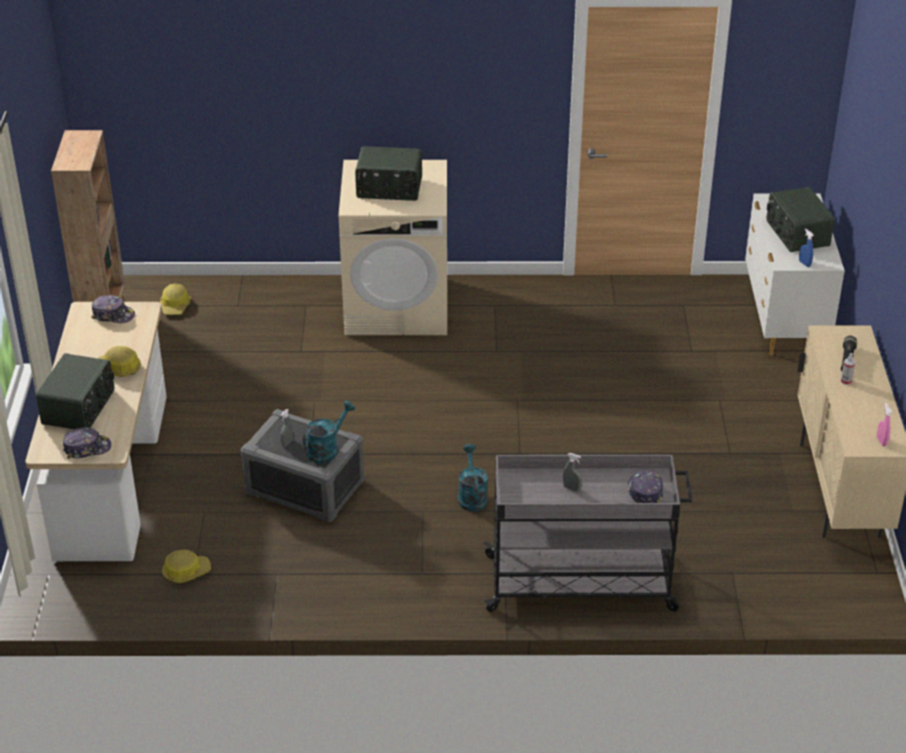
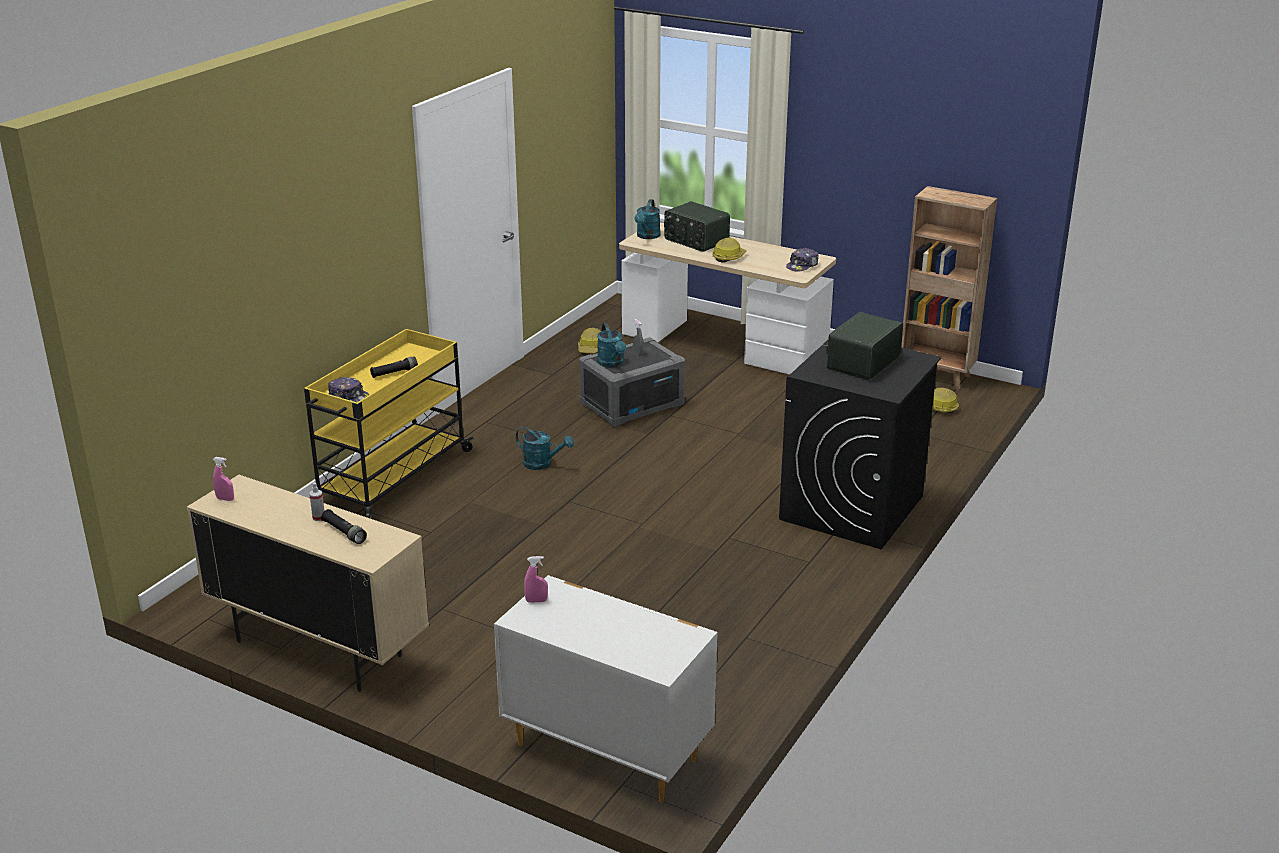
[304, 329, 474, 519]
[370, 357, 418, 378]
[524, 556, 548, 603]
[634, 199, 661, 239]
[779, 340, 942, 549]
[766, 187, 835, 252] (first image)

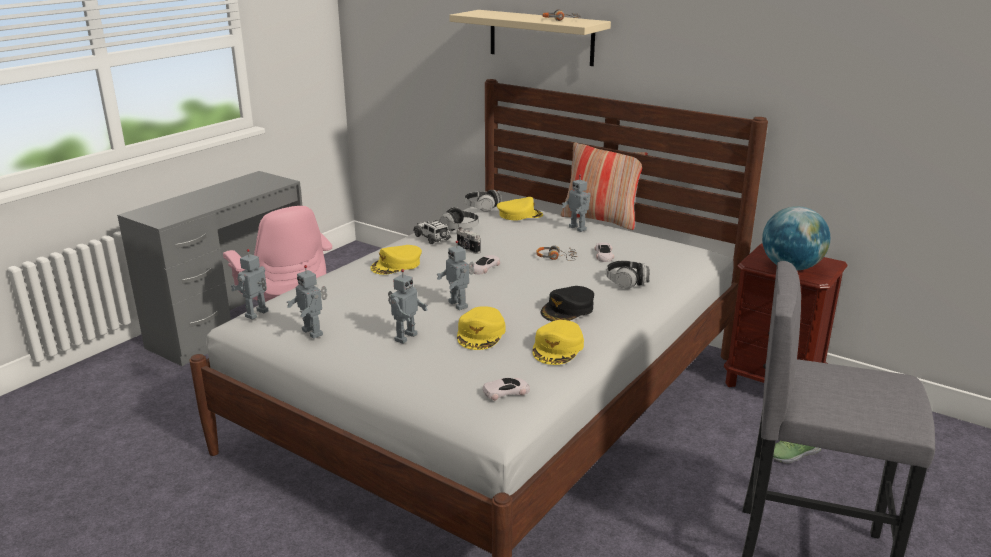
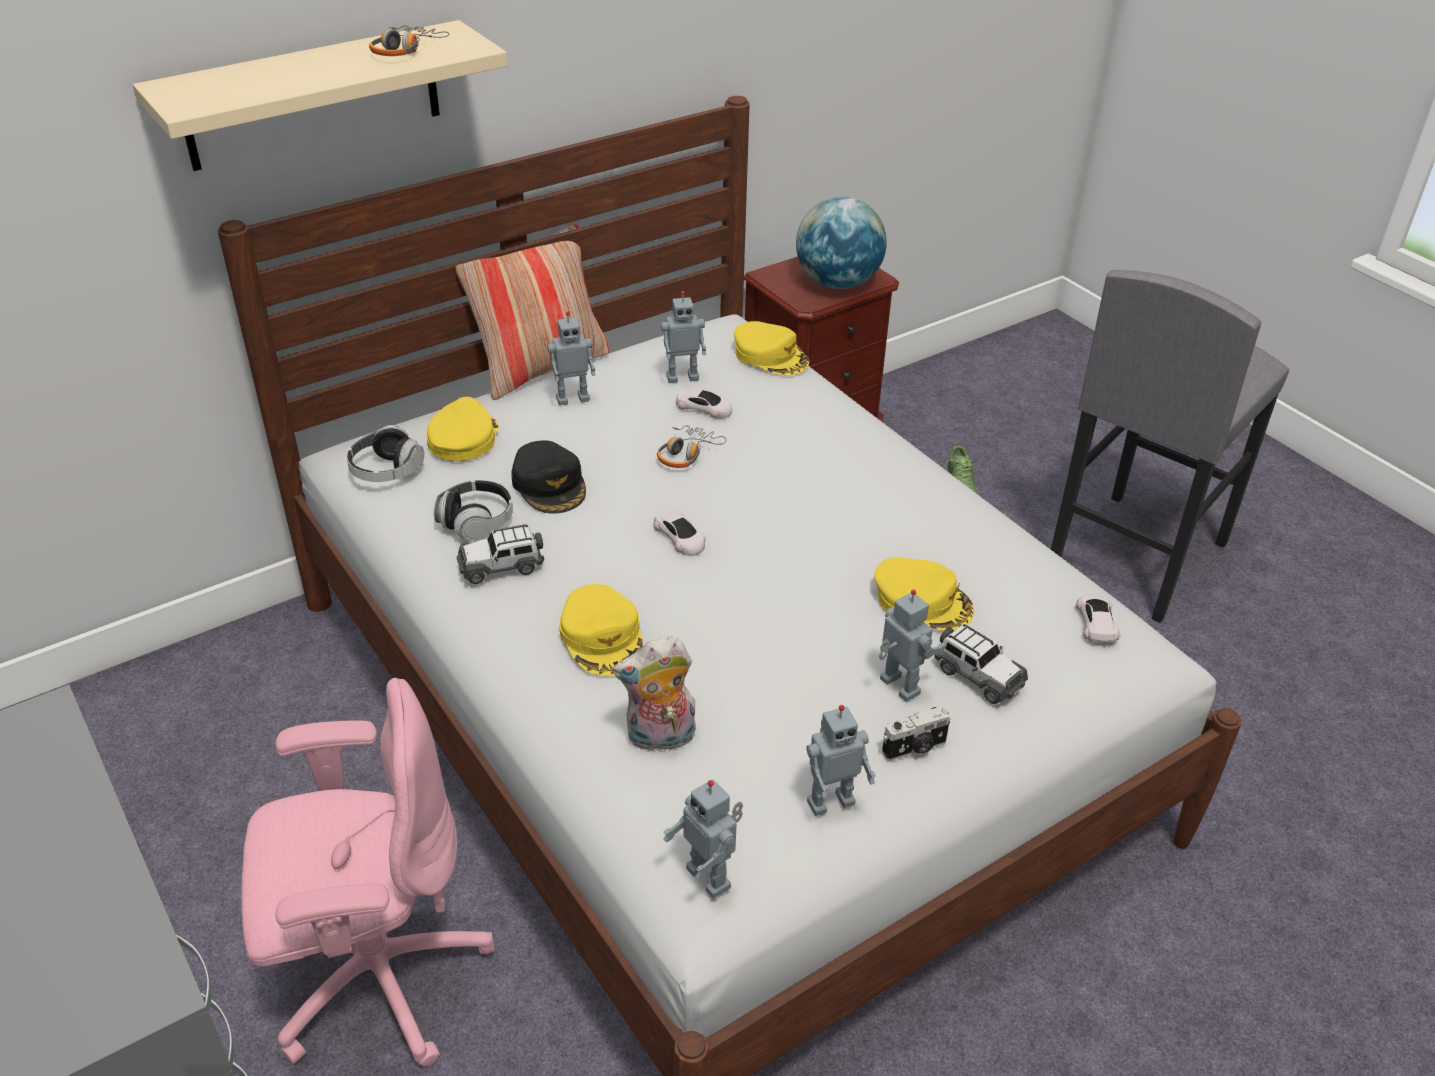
[511, 440, 586, 514]
[613, 636, 696, 751]
[661, 291, 706, 383]
[734, 321, 809, 376]
[882, 706, 951, 761]
[934, 623, 1028, 704]
[606, 261, 650, 289] (first image)

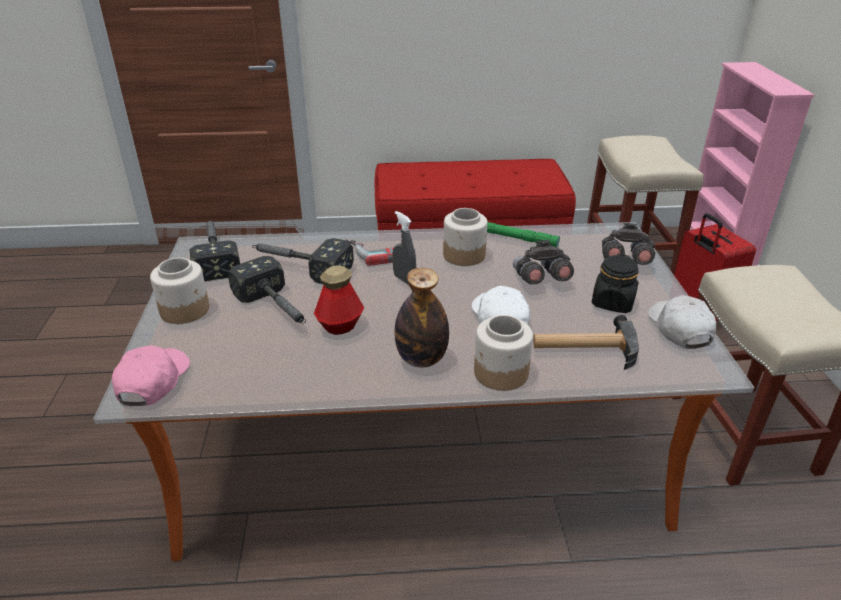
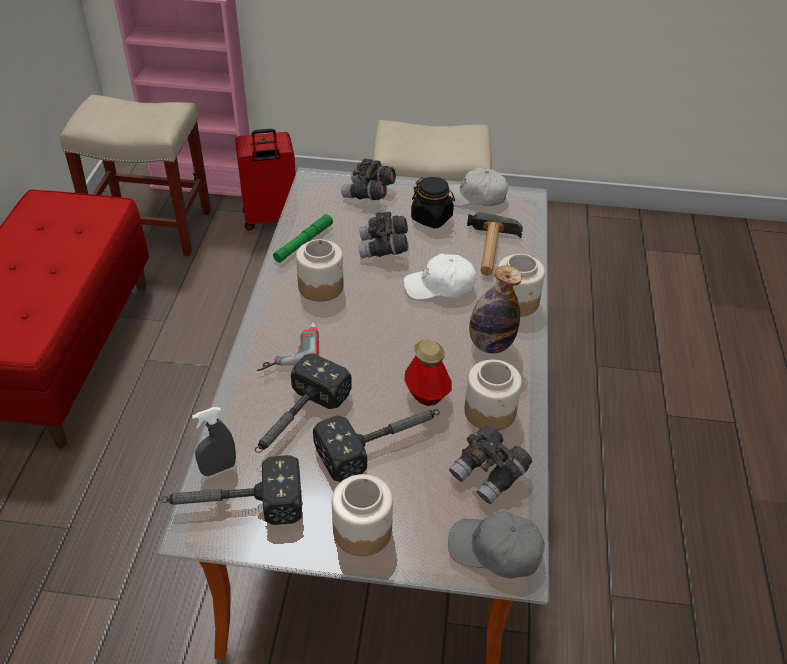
[192, 407, 236, 476]
[448, 511, 545, 578]
[449, 425, 532, 504]
[464, 360, 522, 431]

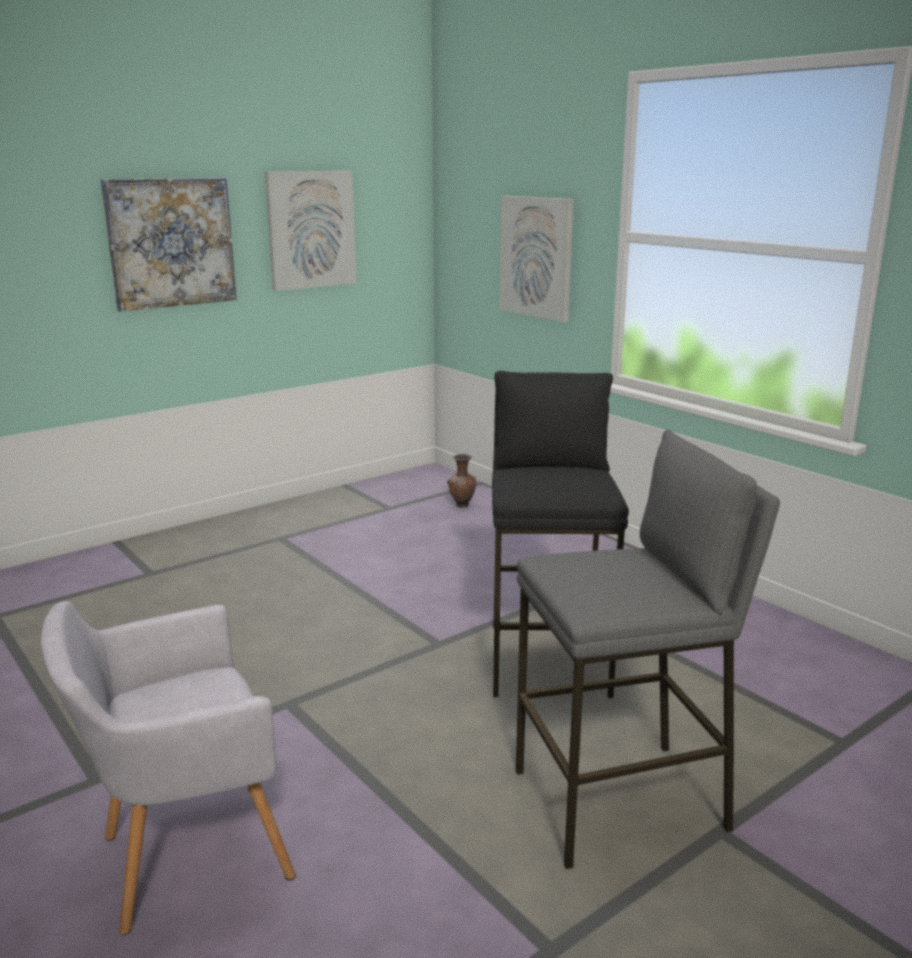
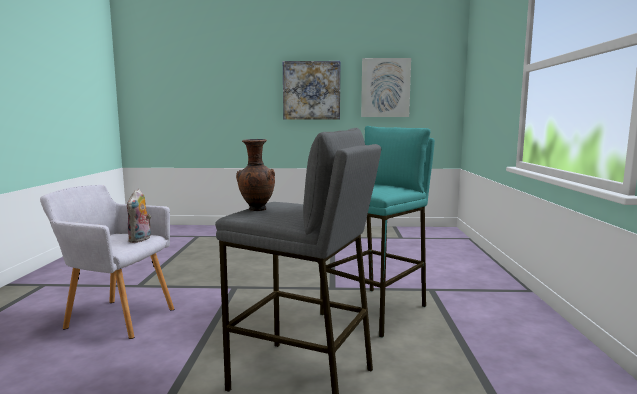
[127, 189, 151, 243]
[236, 139, 275, 211]
[320, 126, 435, 338]
[500, 196, 574, 322] (first image)

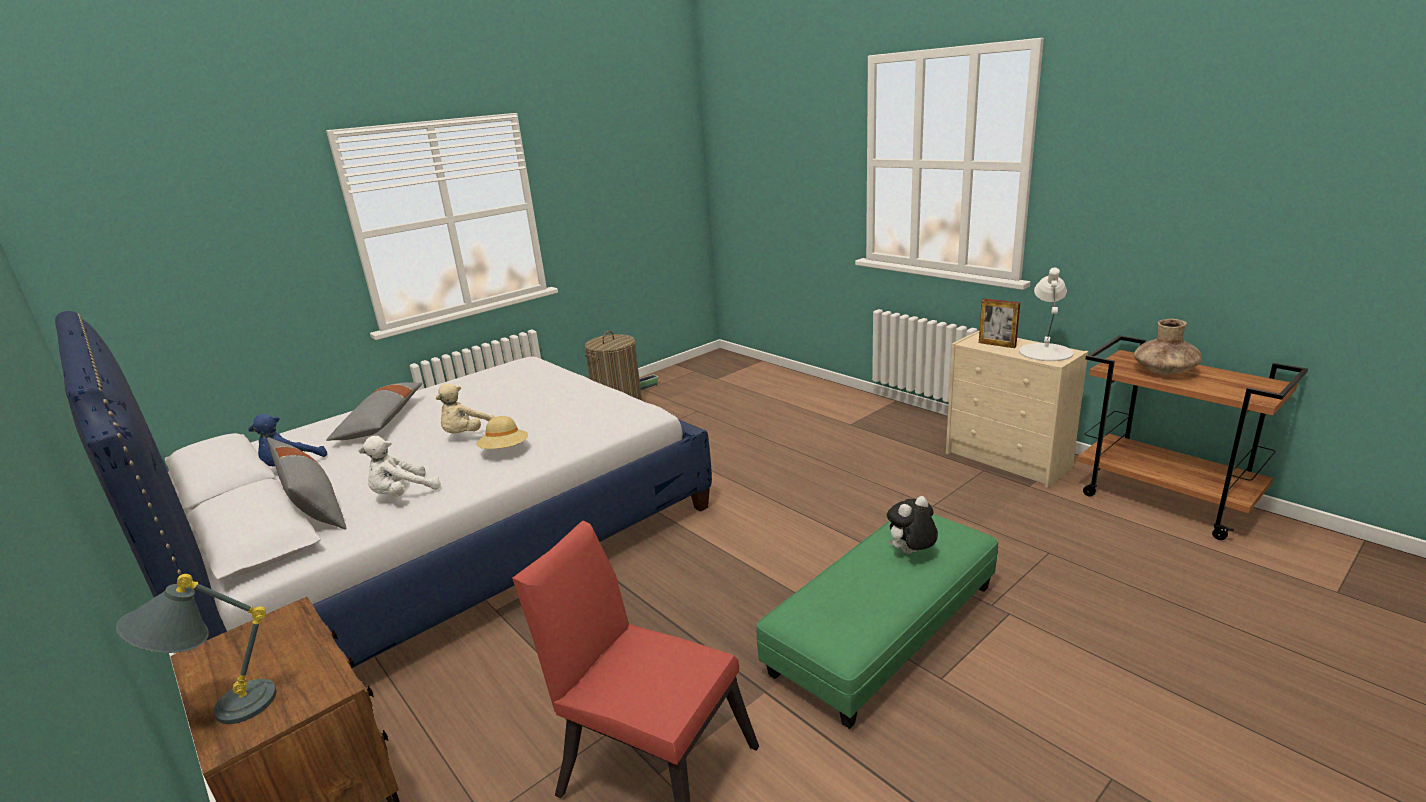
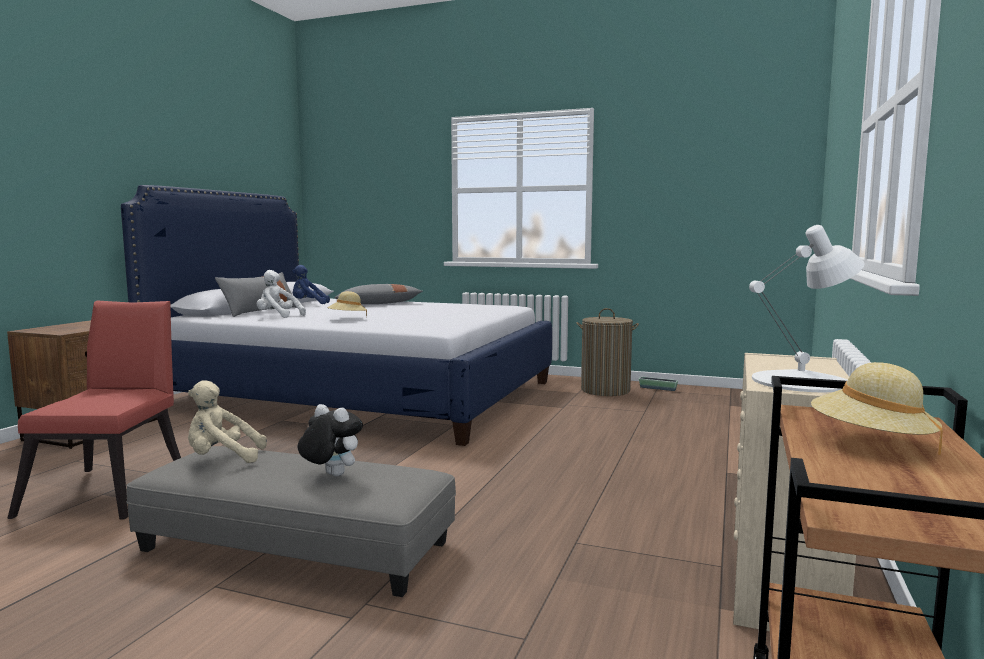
[127, 446, 456, 597]
[188, 380, 267, 463]
[811, 362, 943, 455]
[116, 574, 277, 724] (first image)
[979, 298, 1020, 348] (first image)

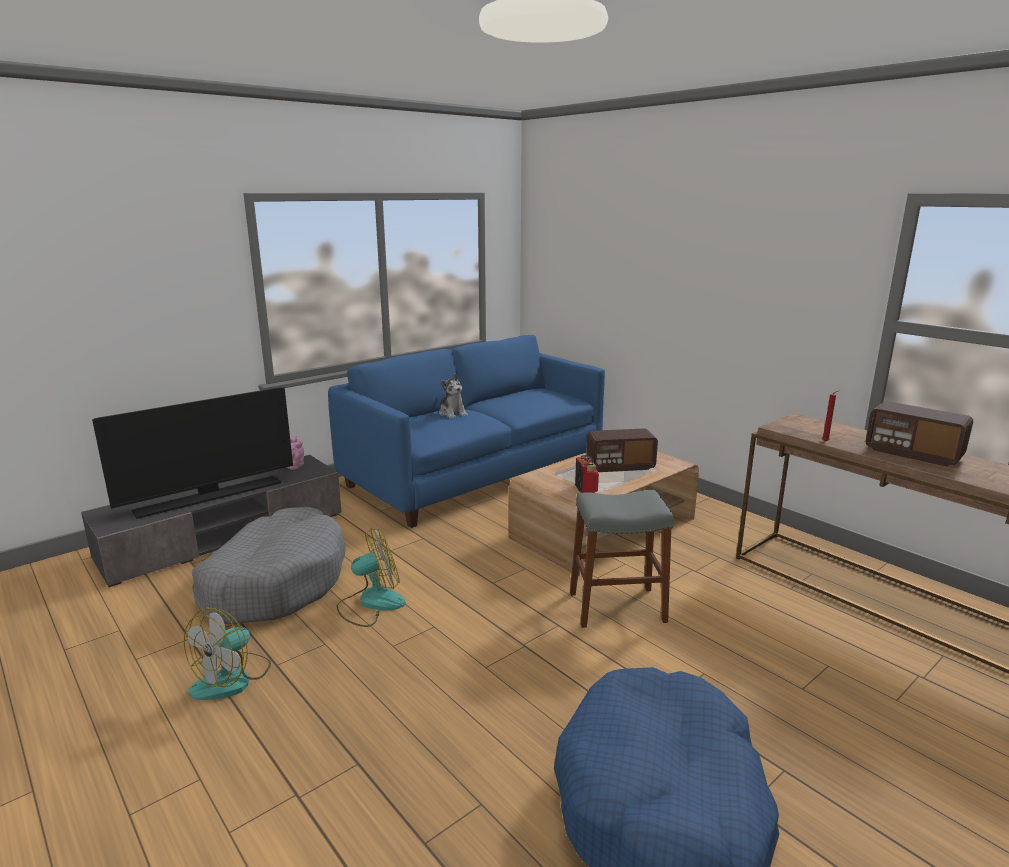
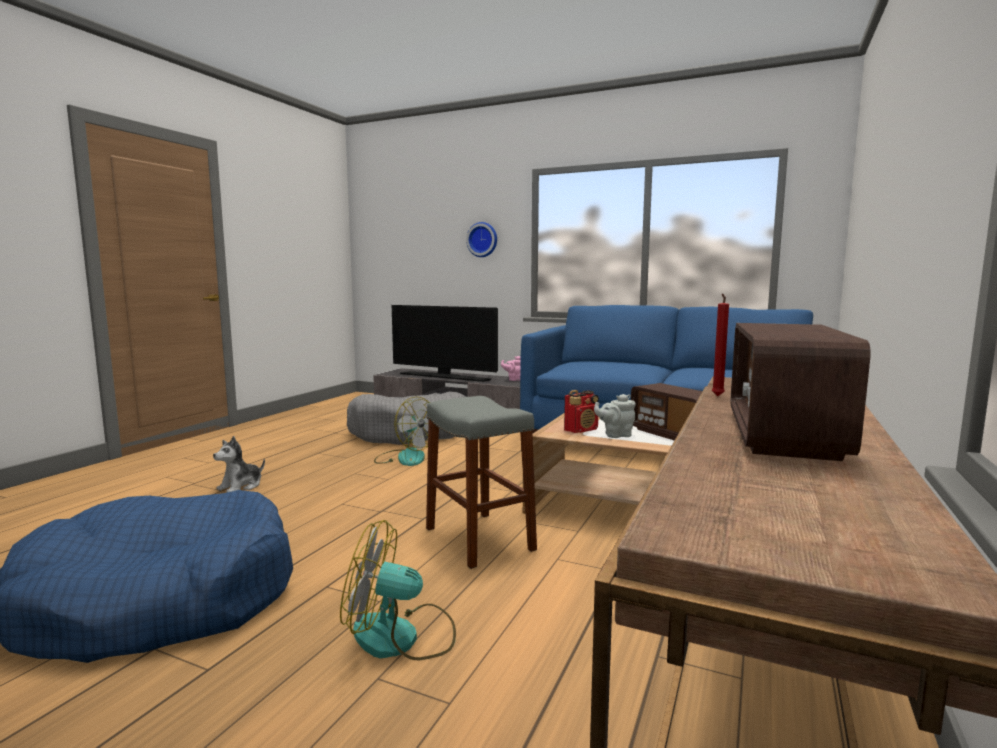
[213, 436, 265, 493]
[340, 520, 456, 661]
[466, 222, 497, 257]
[594, 394, 636, 438]

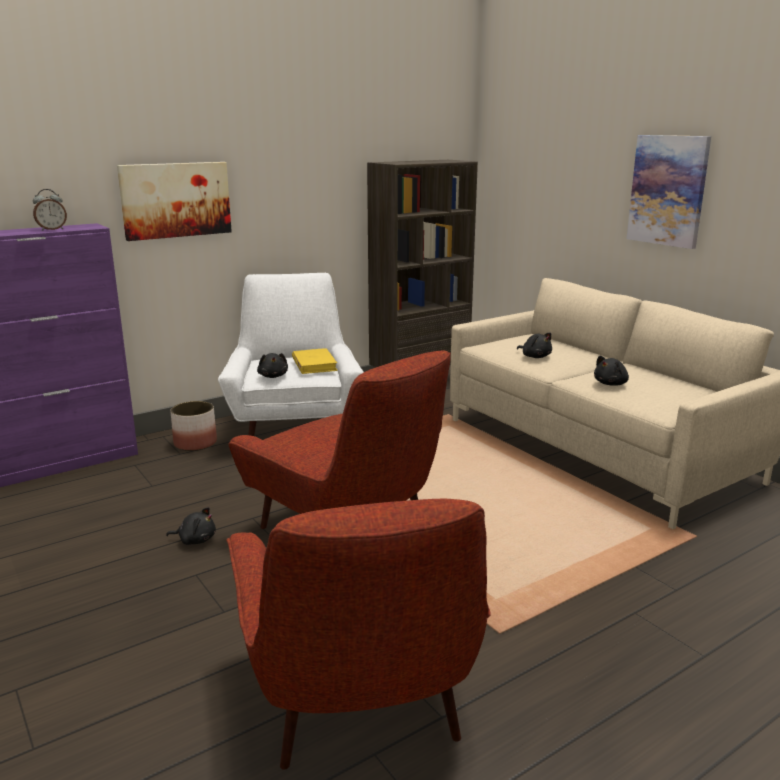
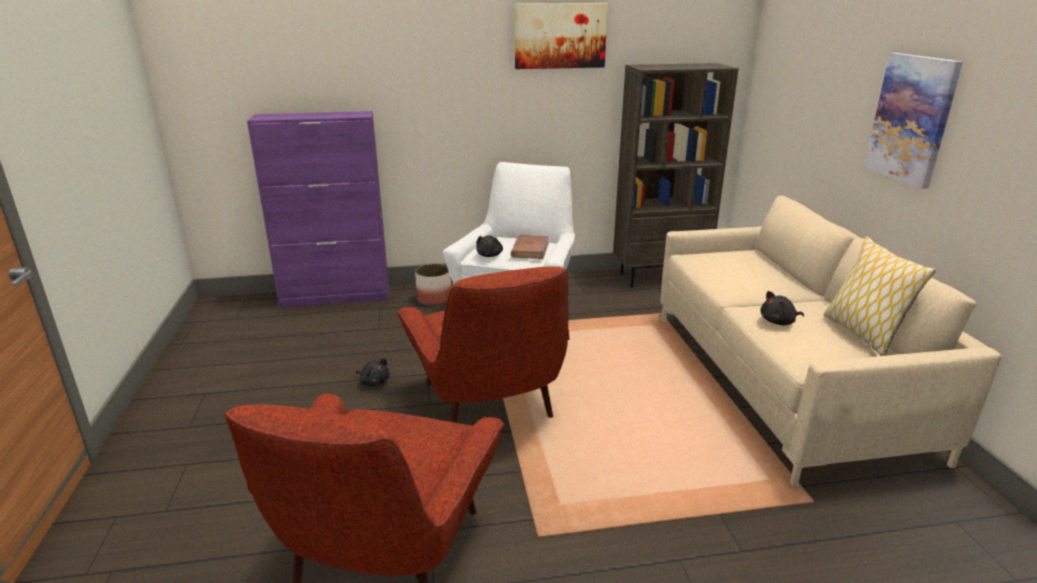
[511, 235, 549, 259]
[515, 3, 608, 69]
[824, 237, 936, 356]
[33, 189, 67, 231] (first image)
[517, 333, 552, 358] (first image)

